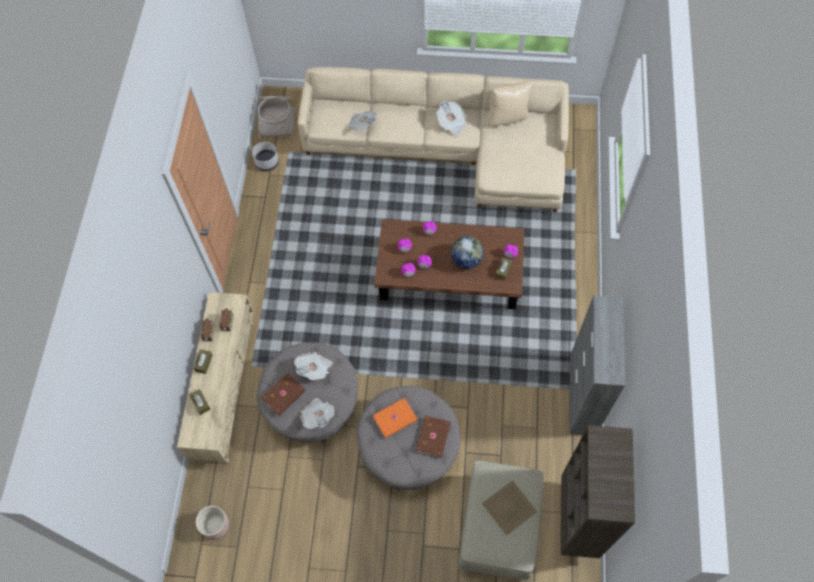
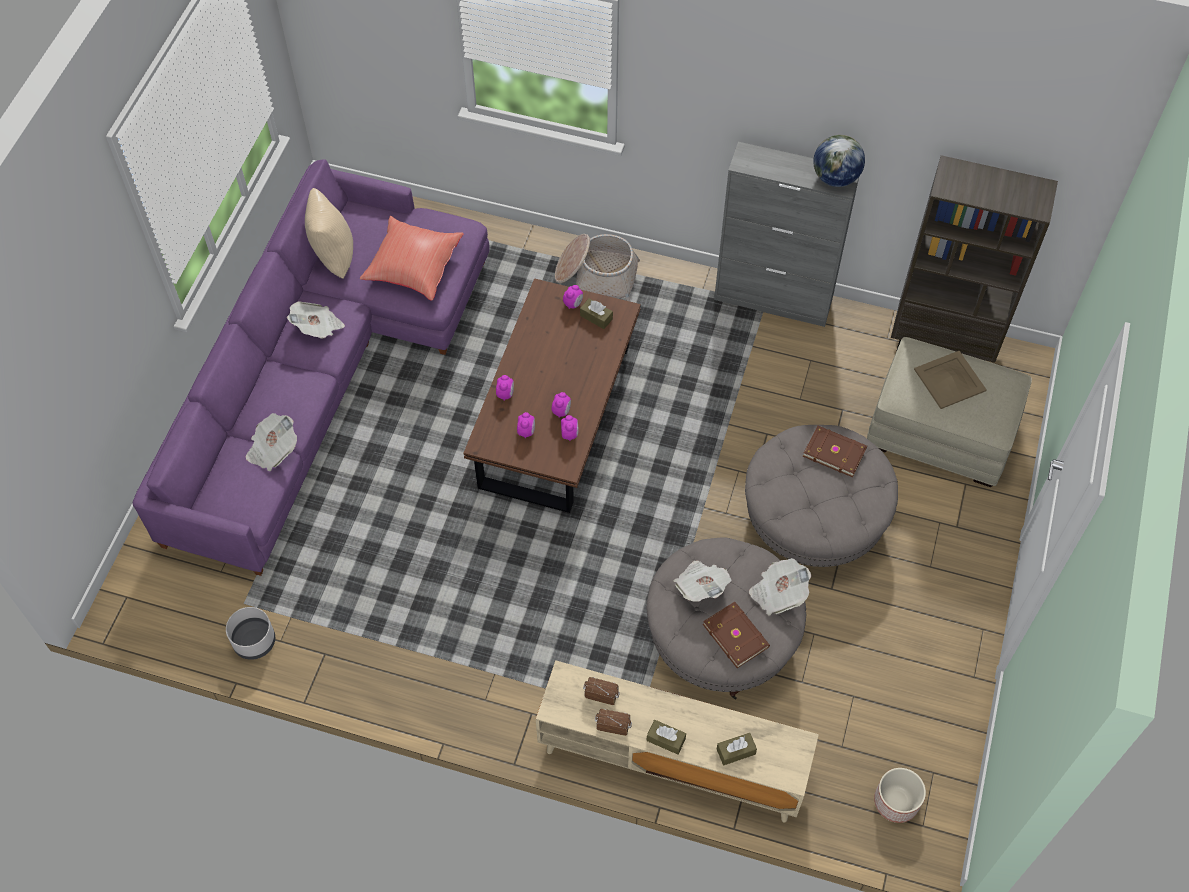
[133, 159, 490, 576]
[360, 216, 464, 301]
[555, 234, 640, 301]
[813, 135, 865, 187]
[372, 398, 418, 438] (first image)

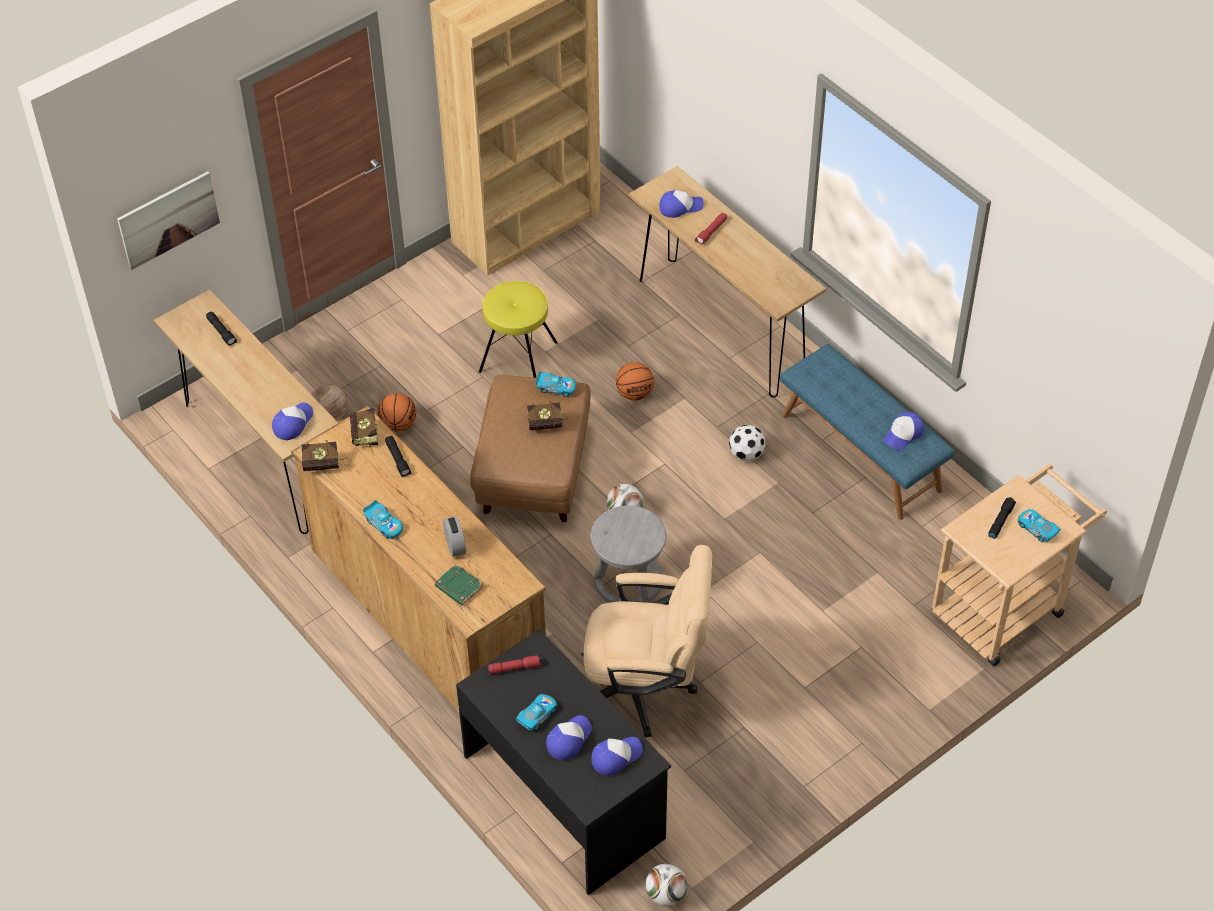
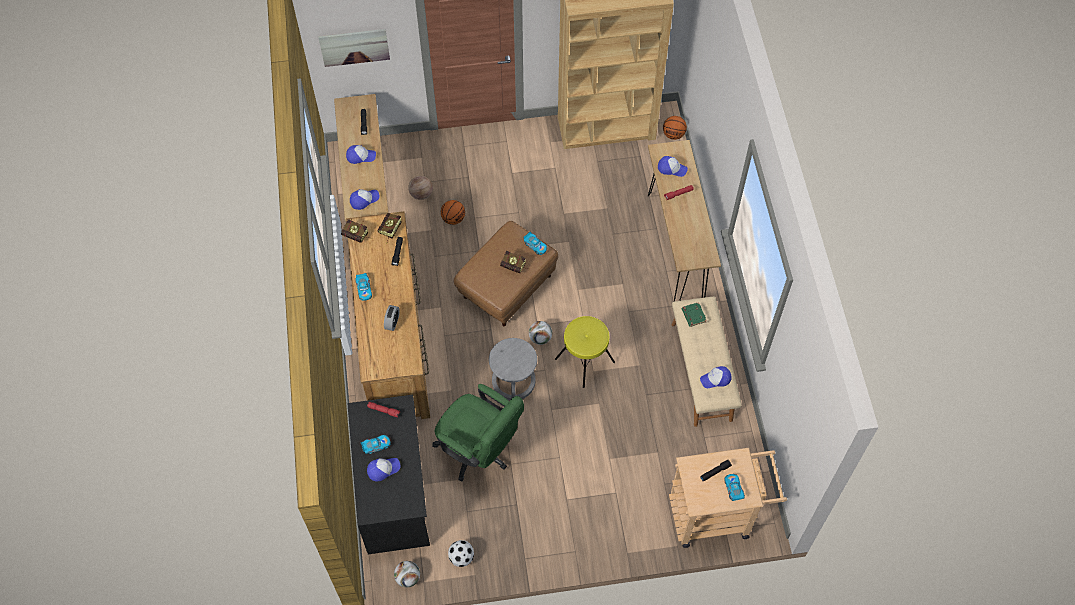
[346, 145, 376, 164]
[433, 384, 524, 482]
[448, 540, 474, 567]
[555, 316, 615, 388]
[663, 116, 687, 140]
[671, 297, 742, 427]
[682, 302, 707, 327]

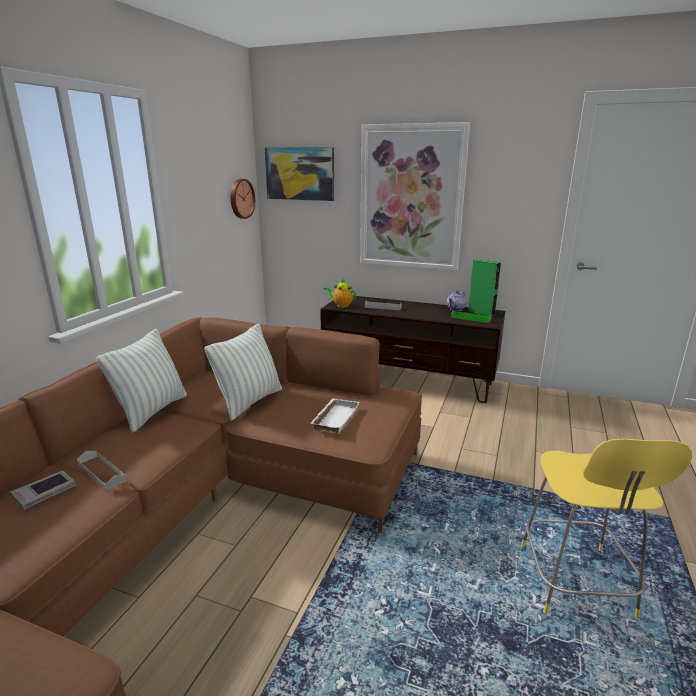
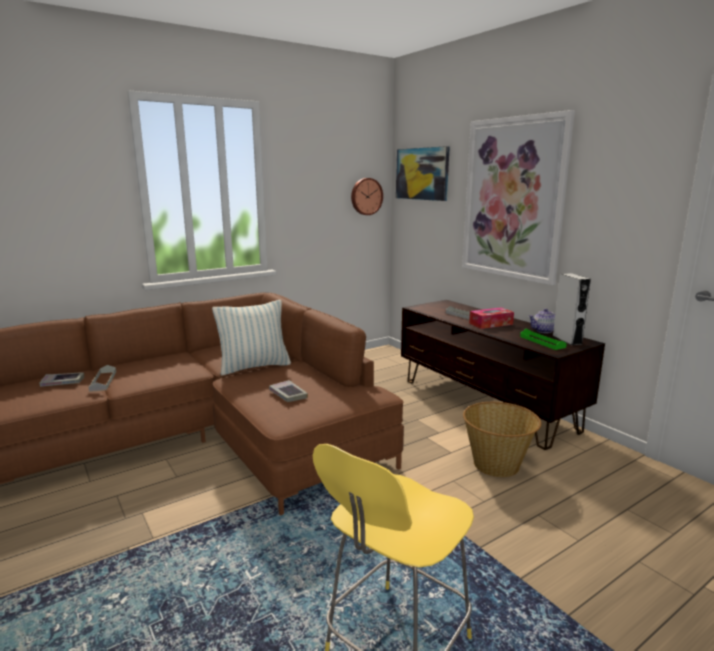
[269, 380, 308, 402]
[463, 402, 541, 477]
[469, 307, 514, 329]
[553, 273, 591, 345]
[96, 329, 187, 433] (first image)
[324, 278, 356, 307] (first image)

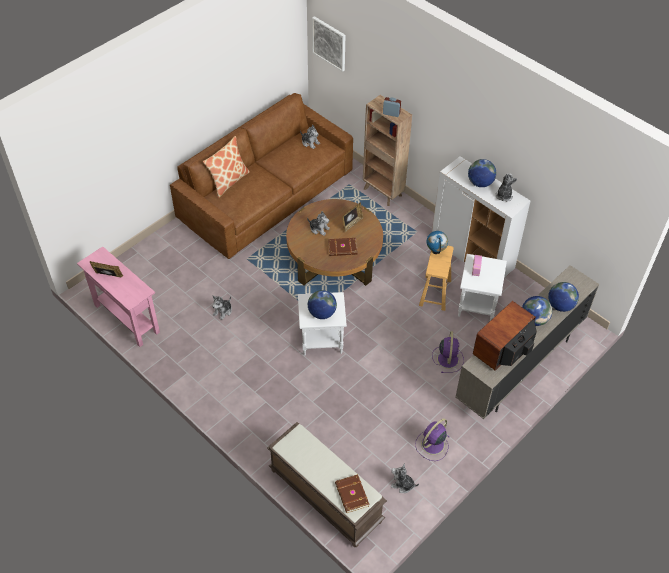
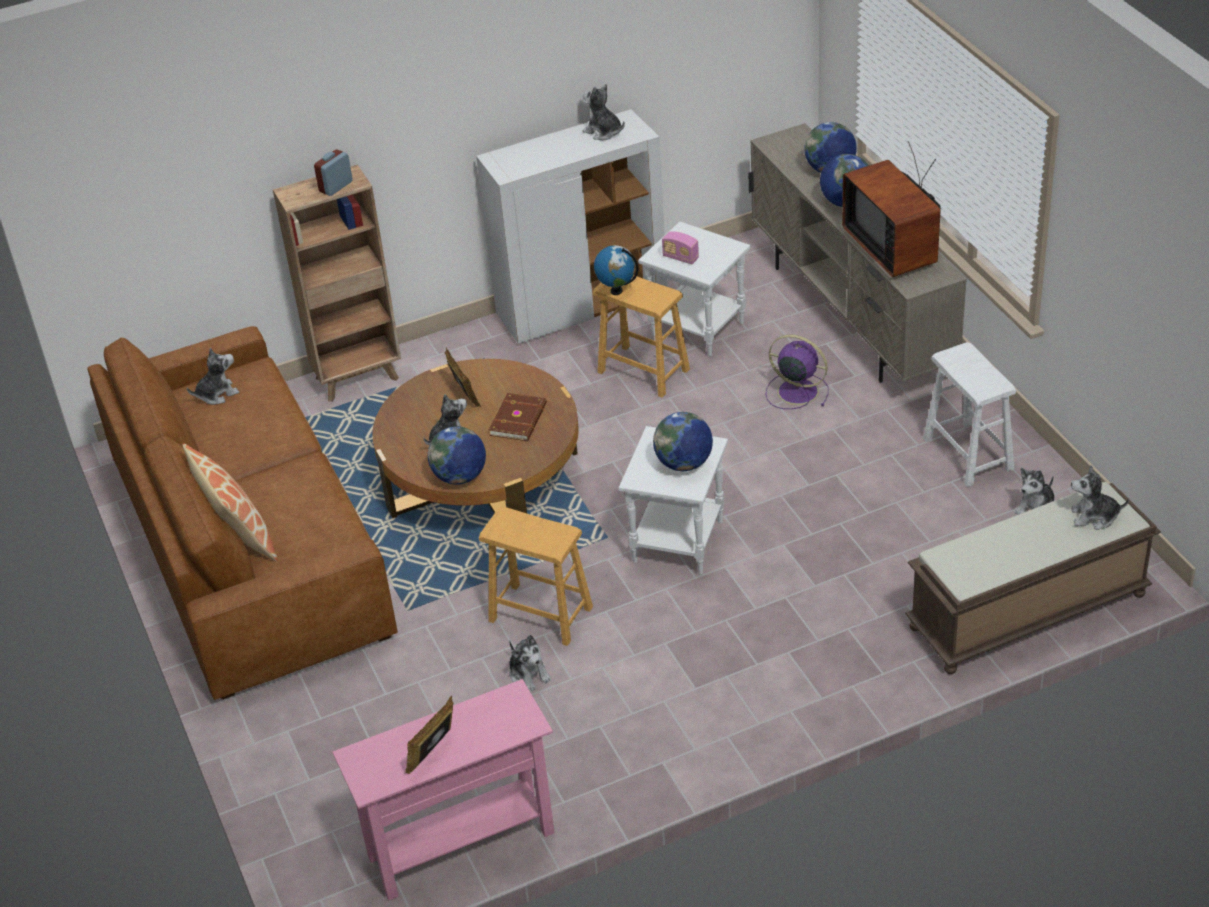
[428, 426, 486, 485]
[479, 507, 593, 646]
[923, 342, 1016, 487]
[1071, 465, 1129, 530]
[312, 16, 345, 72] (first image)

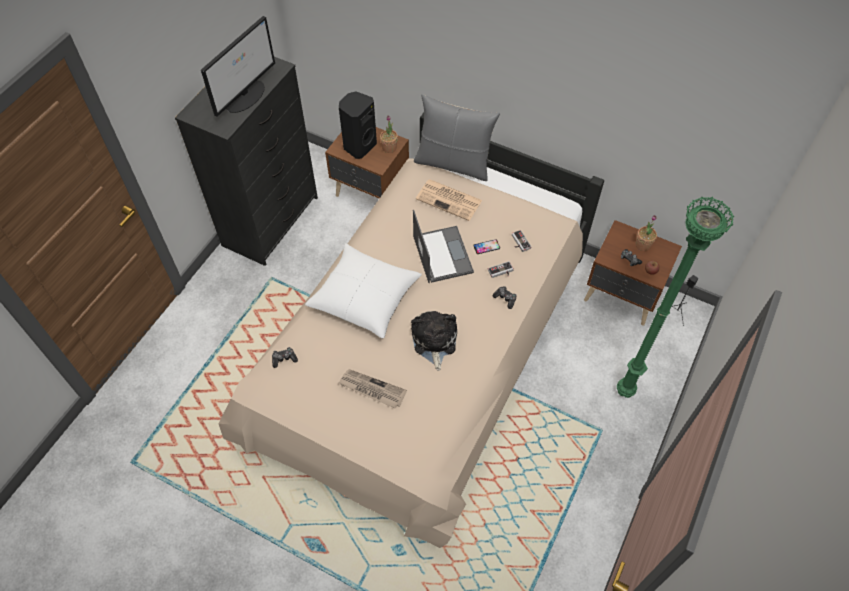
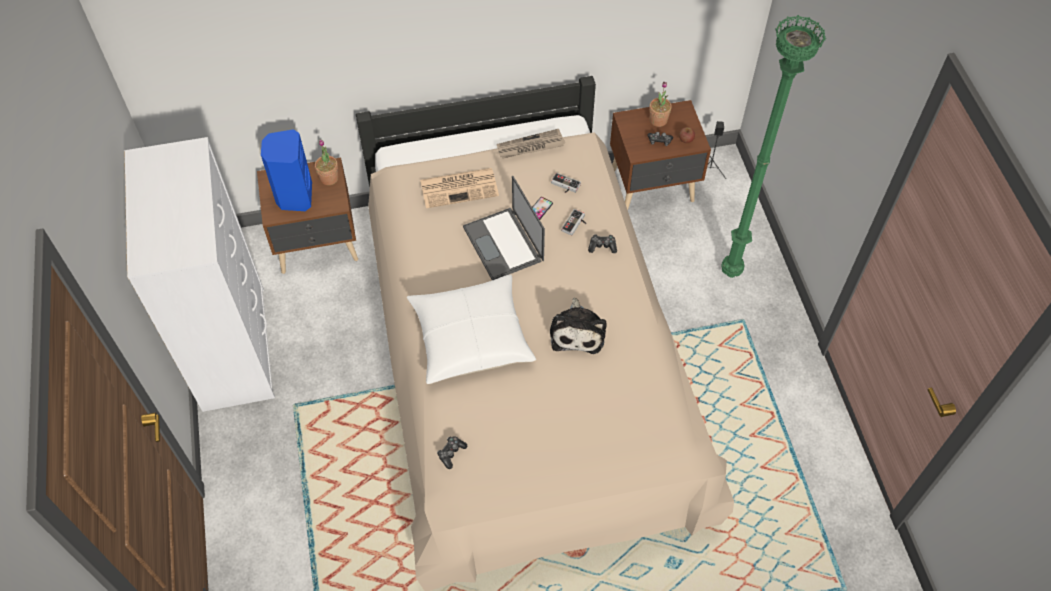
[124, 137, 275, 412]
[261, 129, 312, 211]
[463, 176, 545, 280]
[497, 129, 565, 159]
[550, 298, 606, 354]
[201, 16, 275, 117] (first image)
[414, 94, 500, 181] (first image)

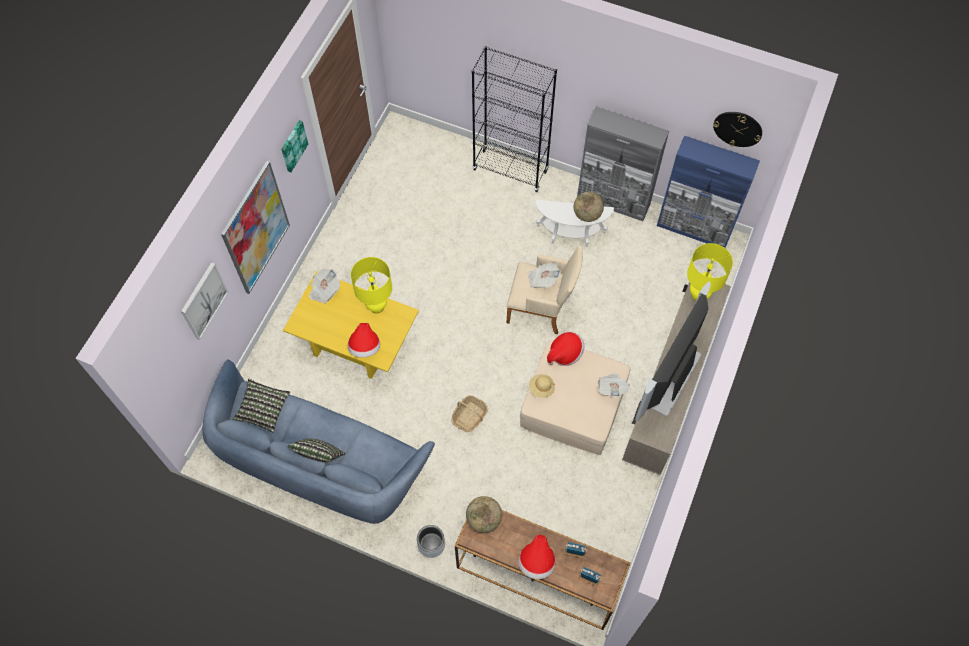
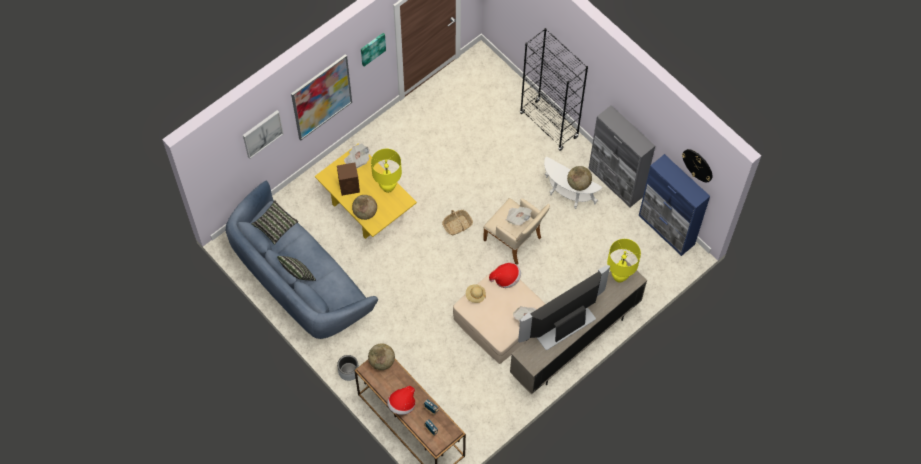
[337, 162, 360, 196]
[352, 195, 377, 220]
[442, 210, 473, 235]

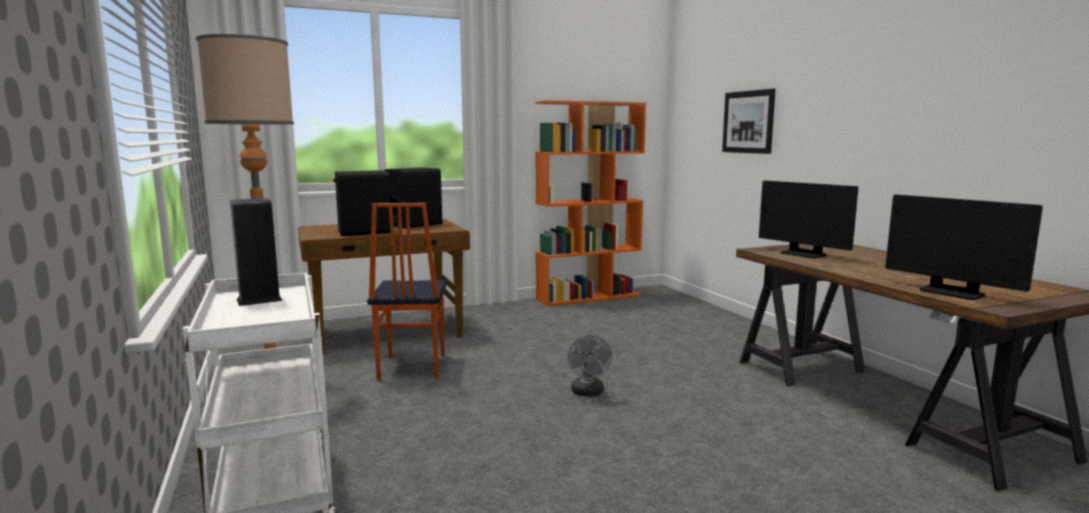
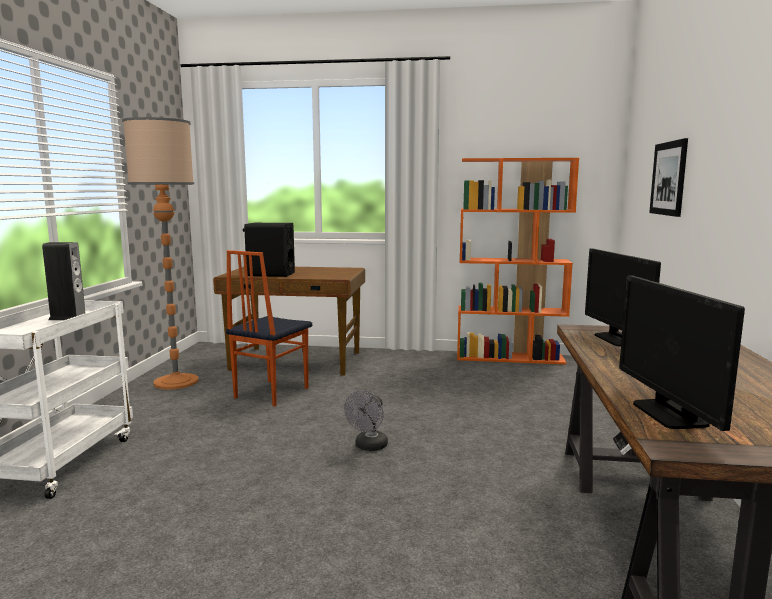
[384, 167, 442, 228] (first image)

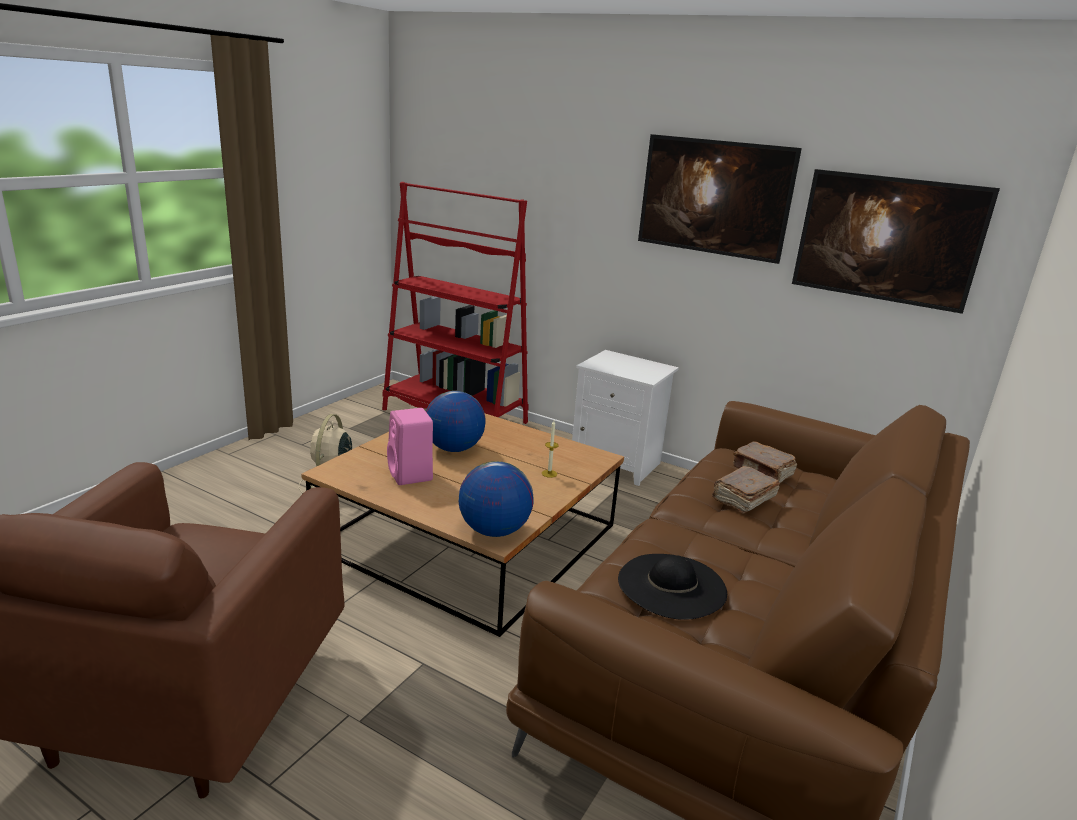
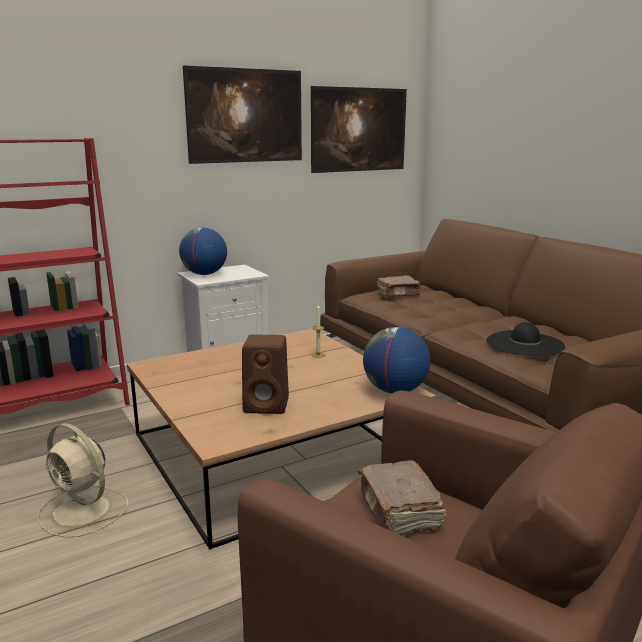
[179, 228, 227, 275]
[242, 334, 289, 414]
[358, 460, 446, 536]

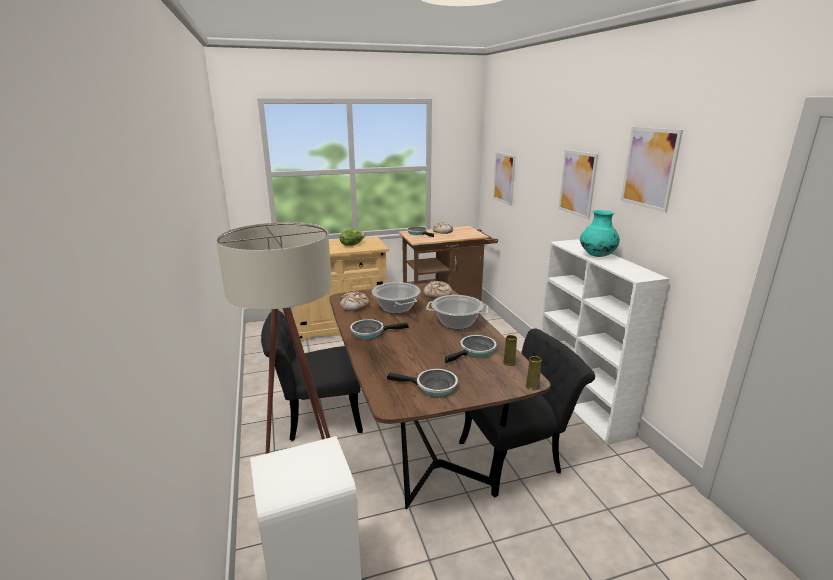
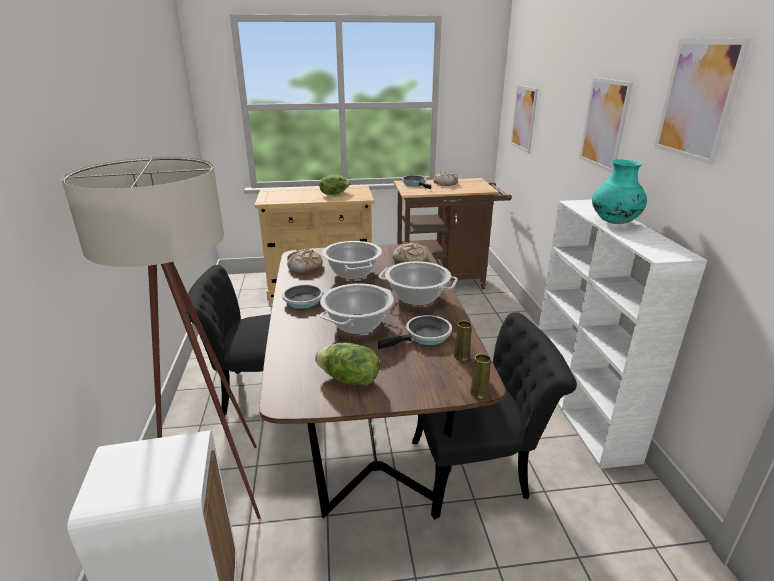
[315, 343, 380, 386]
[320, 283, 394, 334]

